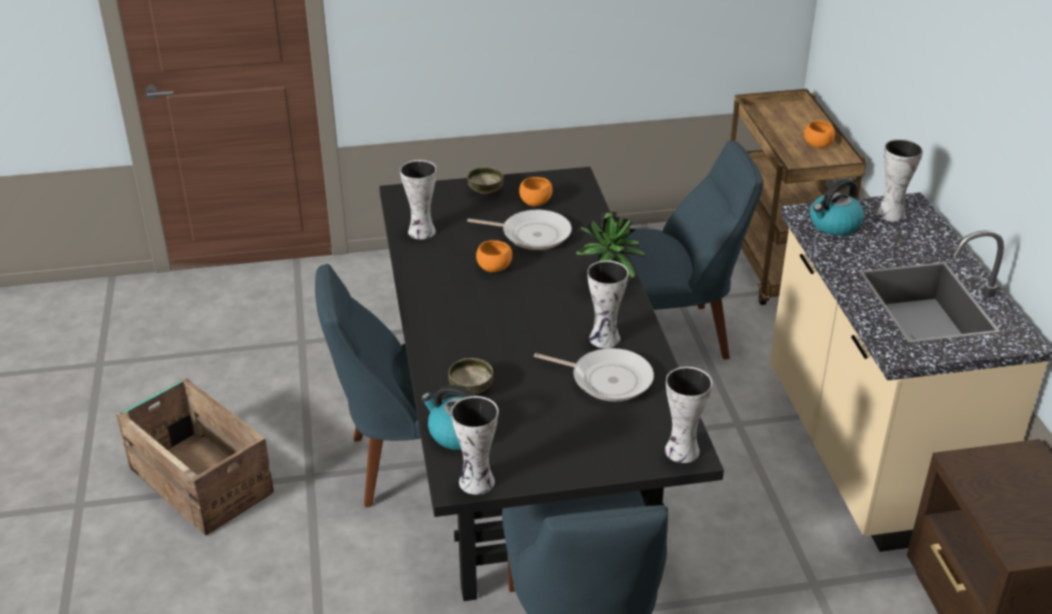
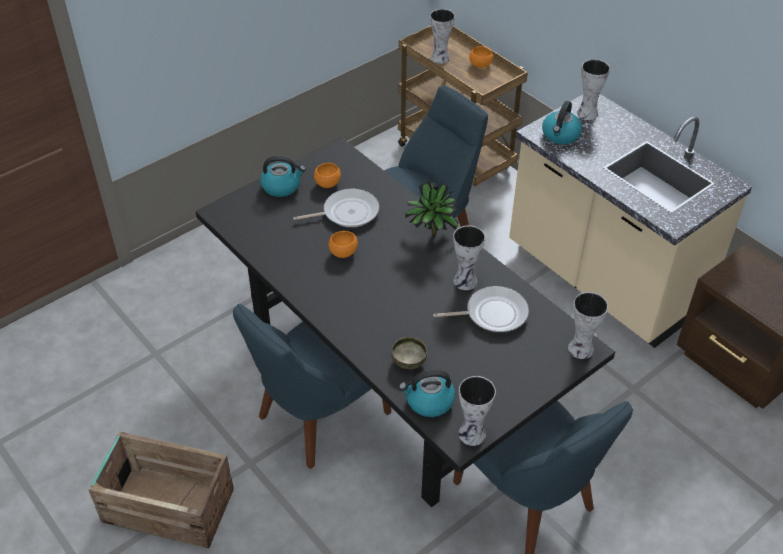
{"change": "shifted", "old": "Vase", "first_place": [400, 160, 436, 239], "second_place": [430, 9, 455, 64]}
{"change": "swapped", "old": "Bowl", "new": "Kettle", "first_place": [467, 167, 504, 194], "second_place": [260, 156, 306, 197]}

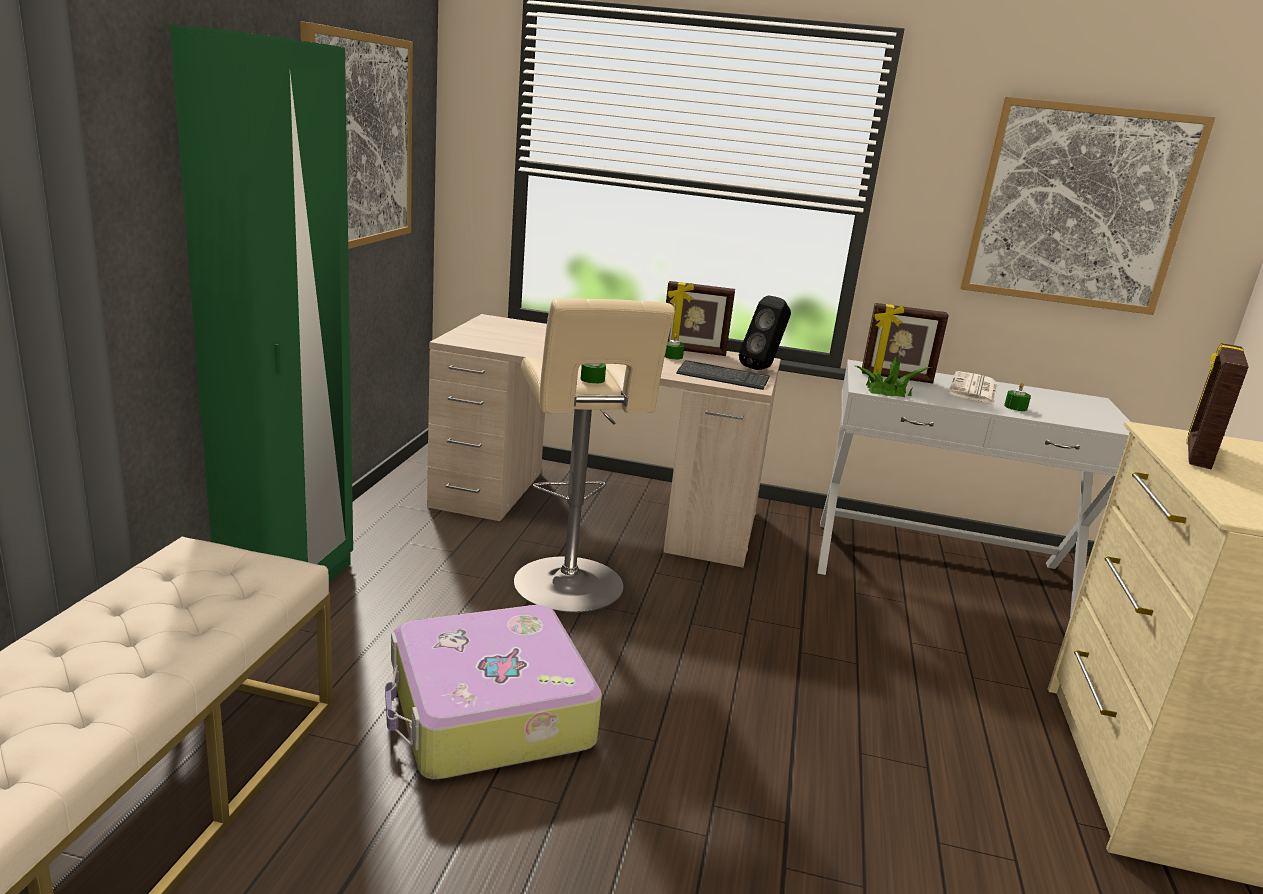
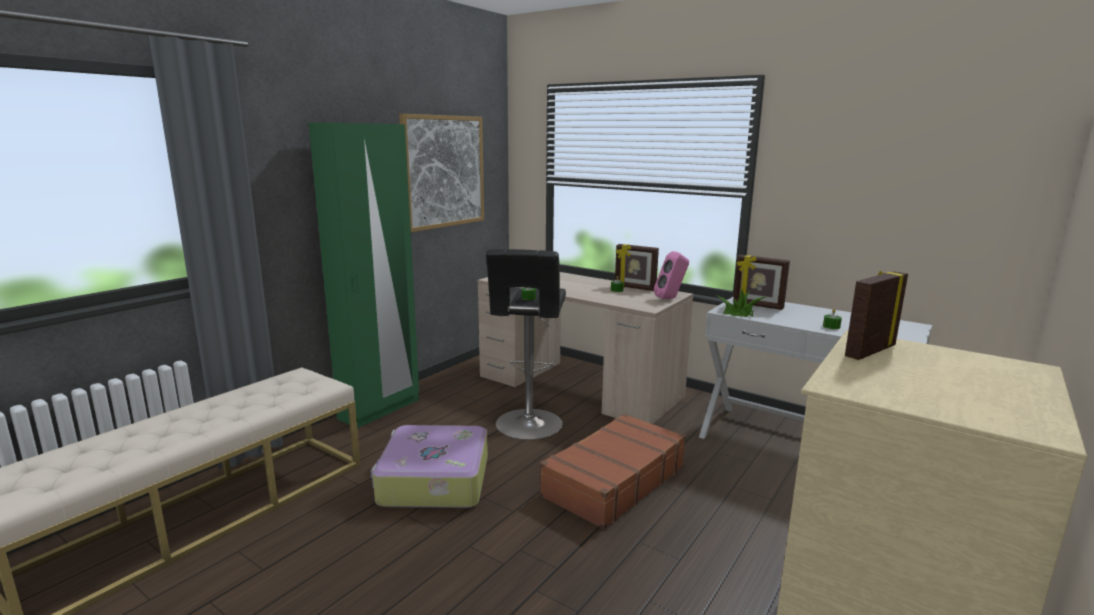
{"change": "repainted", "old": "BeigeStool", "new": "BlackStool", "first_place": [514, 298, 675, 613], "second_place": [486, 249, 566, 440]}
{"change": "gone", "old": "Keyboard", "first_place": [676, 360, 770, 390]}
{"change": "repainted", "old": "BlackSpeaker", "new": "PinkSpeaker", "first_place": [739, 295, 791, 370], "second_place": [654, 251, 689, 299]}
{"change": "gone", "old": "Newspaper", "first_place": [948, 371, 998, 404]}
{"change": "gone", "old": "Picture", "first_place": [960, 97, 1215, 315]}
{"change": "new", "new": "BrownSuitcase", "second_place": [540, 413, 686, 529]}

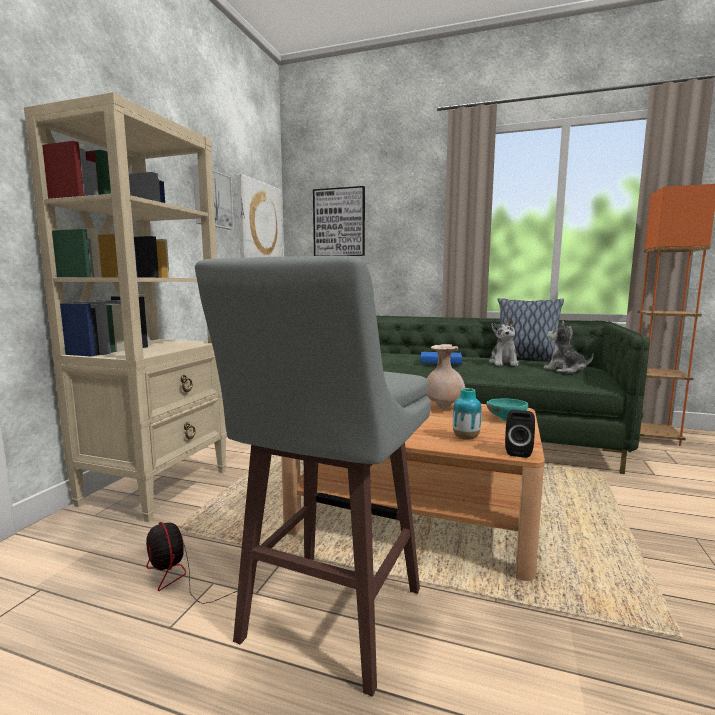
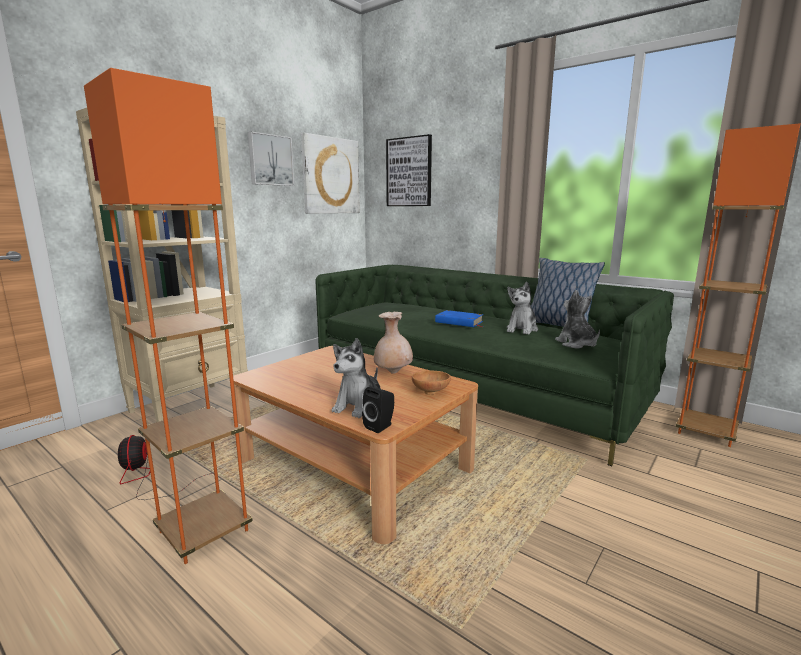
{"change": "swapped", "old": "GreyStool", "new": "OrangeFloorLamp", "first_place": [195, 256, 431, 697], "second_place": [84, 68, 253, 564]}
{"change": "swapped", "old": "Vase", "new": "PlushToy", "first_place": [453, 388, 482, 440], "second_place": [332, 338, 381, 418]}
{"change": "repainted", "old": "TurquoiseBowl", "new": "BrownBowl", "first_place": [486, 398, 528, 421], "second_place": [412, 370, 451, 394]}

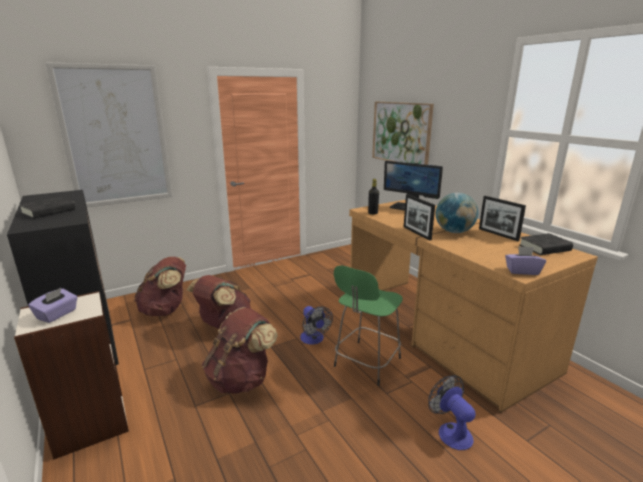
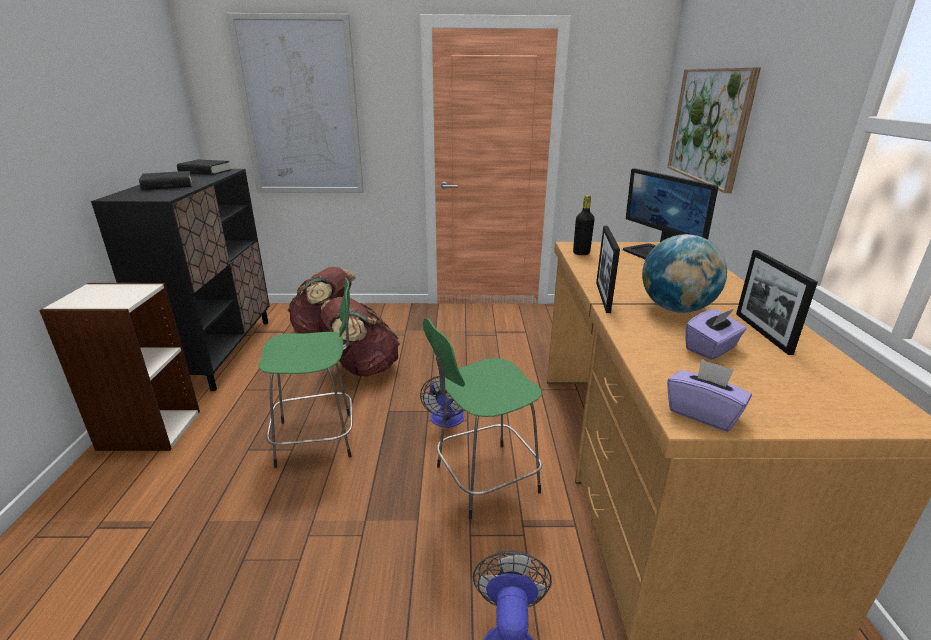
{"change": "shifted", "old": "PurpleTissueBox", "first_place": [28, 288, 78, 323], "second_place": [685, 309, 747, 360]}
{"change": "swapped", "old": "BrownBackpack", "new": "GreenStool", "first_place": [202, 307, 278, 394], "second_place": [259, 277, 353, 468]}
{"change": "shifted", "old": "BlackBook", "first_place": [519, 233, 573, 255], "second_place": [177, 160, 231, 175]}

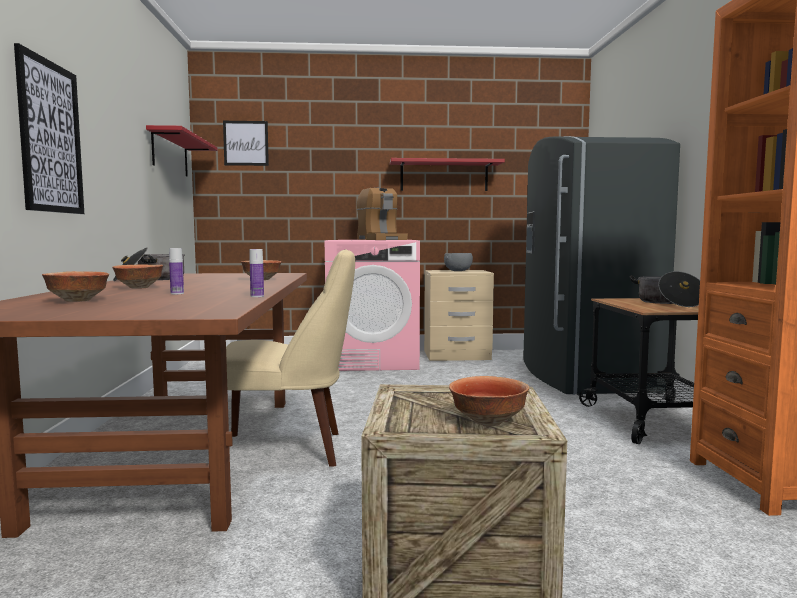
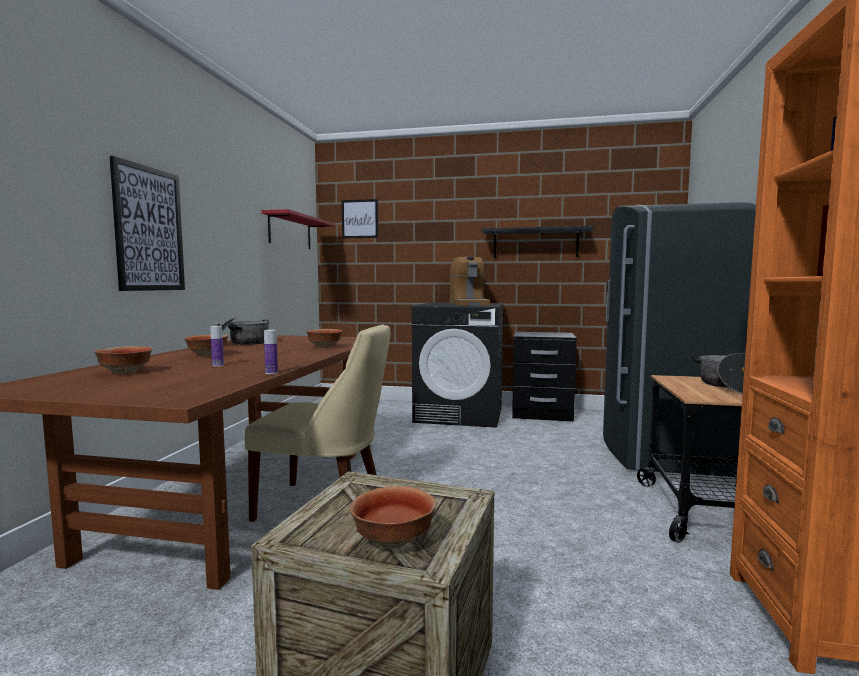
{"change": "repainted", "old": "PinkWashingMachine", "new": "BlackWashingMachine", "first_place": [325, 240, 420, 371], "second_place": [412, 303, 503, 428]}
{"change": "repainted", "old": "RedShelf", "new": "BlackShelf", "first_place": [390, 158, 505, 191], "second_place": [482, 226, 593, 258]}
{"change": "repainted", "old": "BeigeNightstand", "new": "BlackNightstand", "first_place": [424, 270, 494, 361], "second_place": [512, 332, 577, 422]}
{"change": "gone", "old": "GreyBowl", "first_place": [444, 253, 473, 271]}

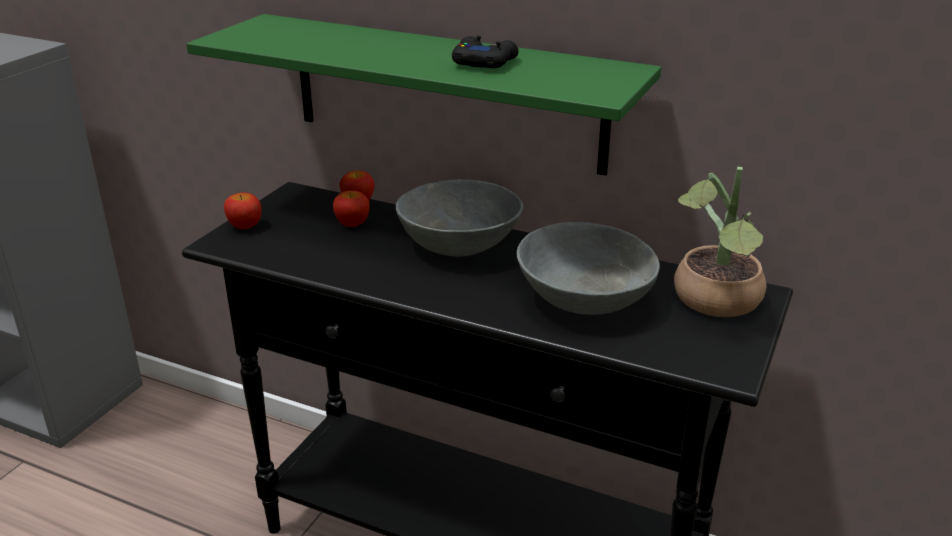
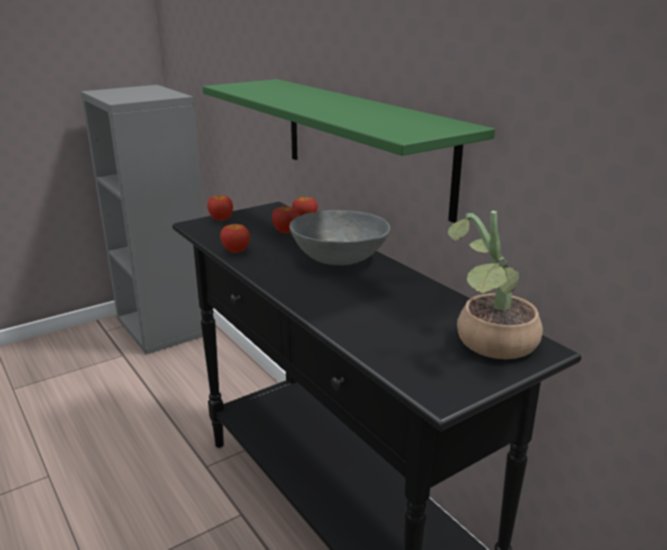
{"change": "gone", "old": "BlackGameController", "first_place": [452, 36, 518, 68]}
{"change": "gone", "old": "GreyBowl", "first_place": [517, 222, 660, 315]}
{"change": "new", "new": "Apple", "second_place": [220, 224, 250, 253]}

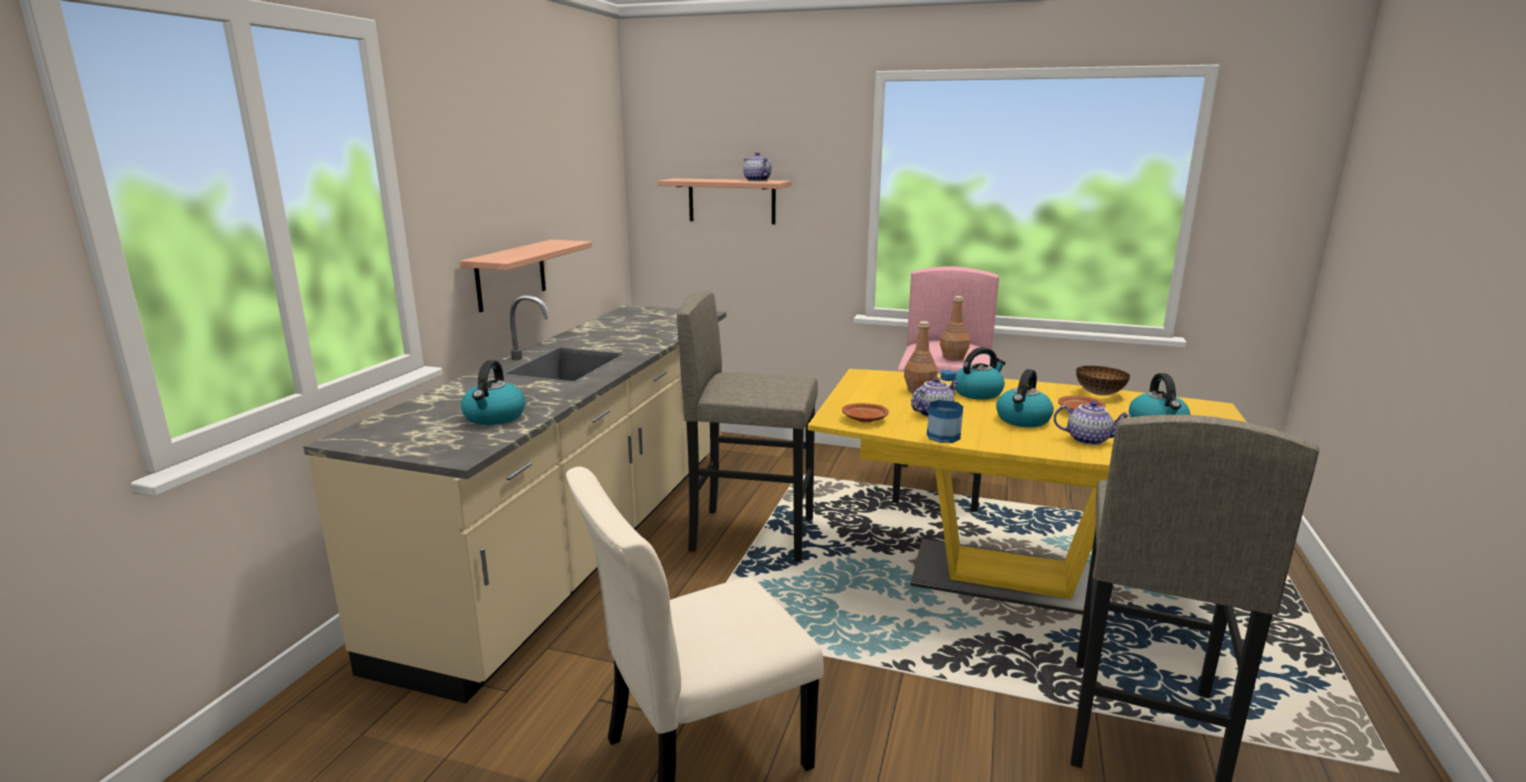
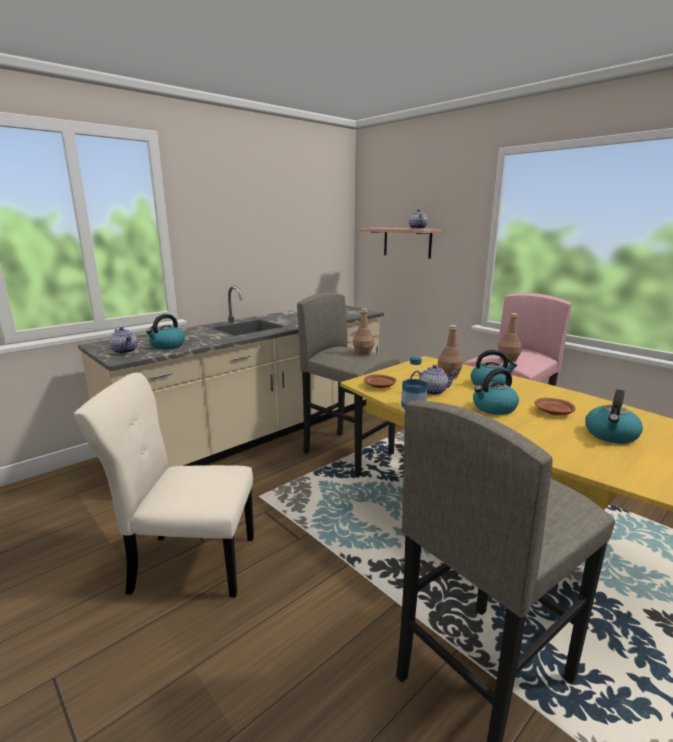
{"change": "gone", "old": "Shelf", "first_place": [460, 240, 592, 312]}
{"change": "shifted", "old": "Teapot", "first_place": [1053, 401, 1131, 445], "second_place": [109, 327, 138, 354]}
{"change": "gone", "old": "Bowl", "first_place": [1076, 366, 1130, 396]}
{"change": "new", "new": "BrownBottle", "second_place": [353, 309, 374, 356]}

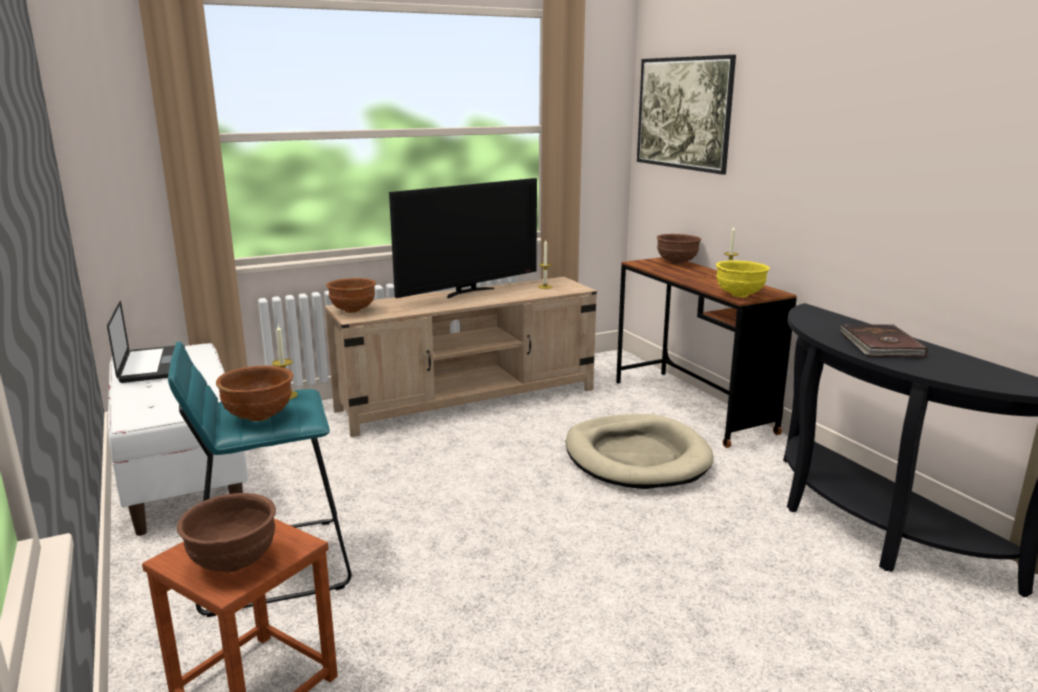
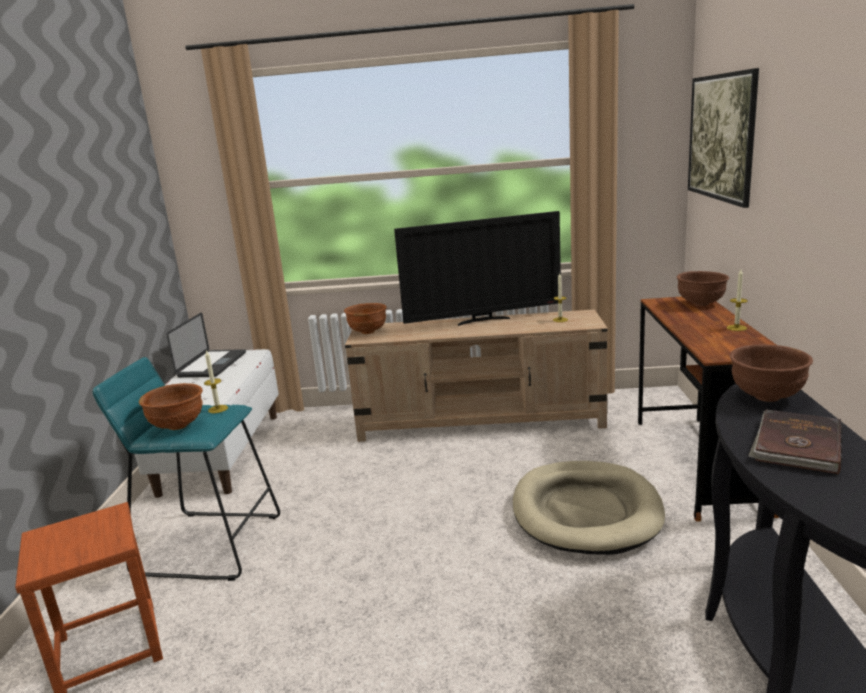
{"change": "shifted", "old": "BrownBowl", "first_place": [177, 493, 276, 572], "second_place": [730, 344, 813, 402]}
{"change": "gone", "old": "YellowBowl", "first_place": [716, 260, 770, 297]}

